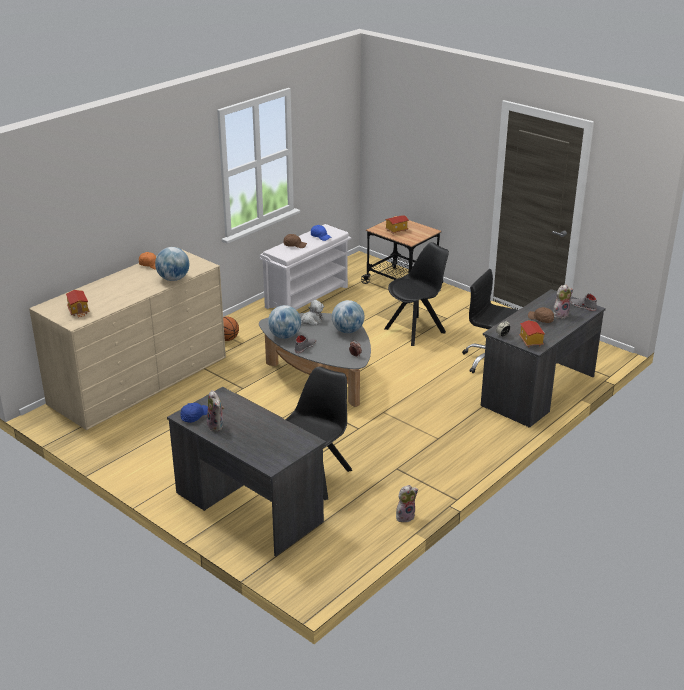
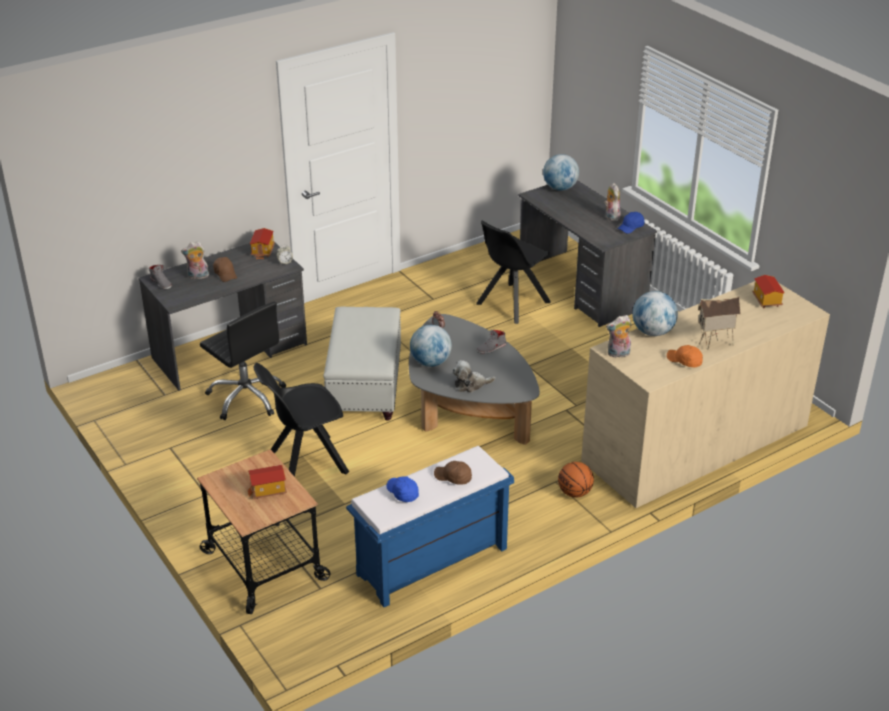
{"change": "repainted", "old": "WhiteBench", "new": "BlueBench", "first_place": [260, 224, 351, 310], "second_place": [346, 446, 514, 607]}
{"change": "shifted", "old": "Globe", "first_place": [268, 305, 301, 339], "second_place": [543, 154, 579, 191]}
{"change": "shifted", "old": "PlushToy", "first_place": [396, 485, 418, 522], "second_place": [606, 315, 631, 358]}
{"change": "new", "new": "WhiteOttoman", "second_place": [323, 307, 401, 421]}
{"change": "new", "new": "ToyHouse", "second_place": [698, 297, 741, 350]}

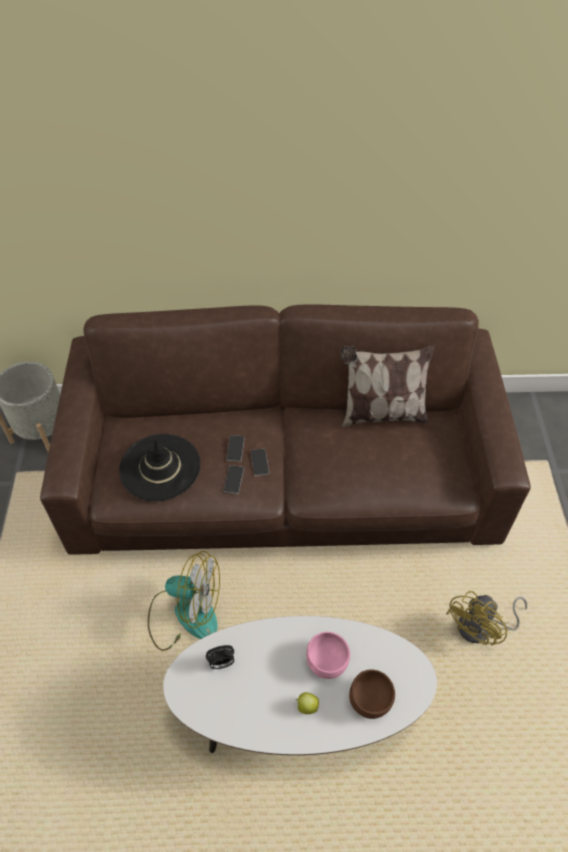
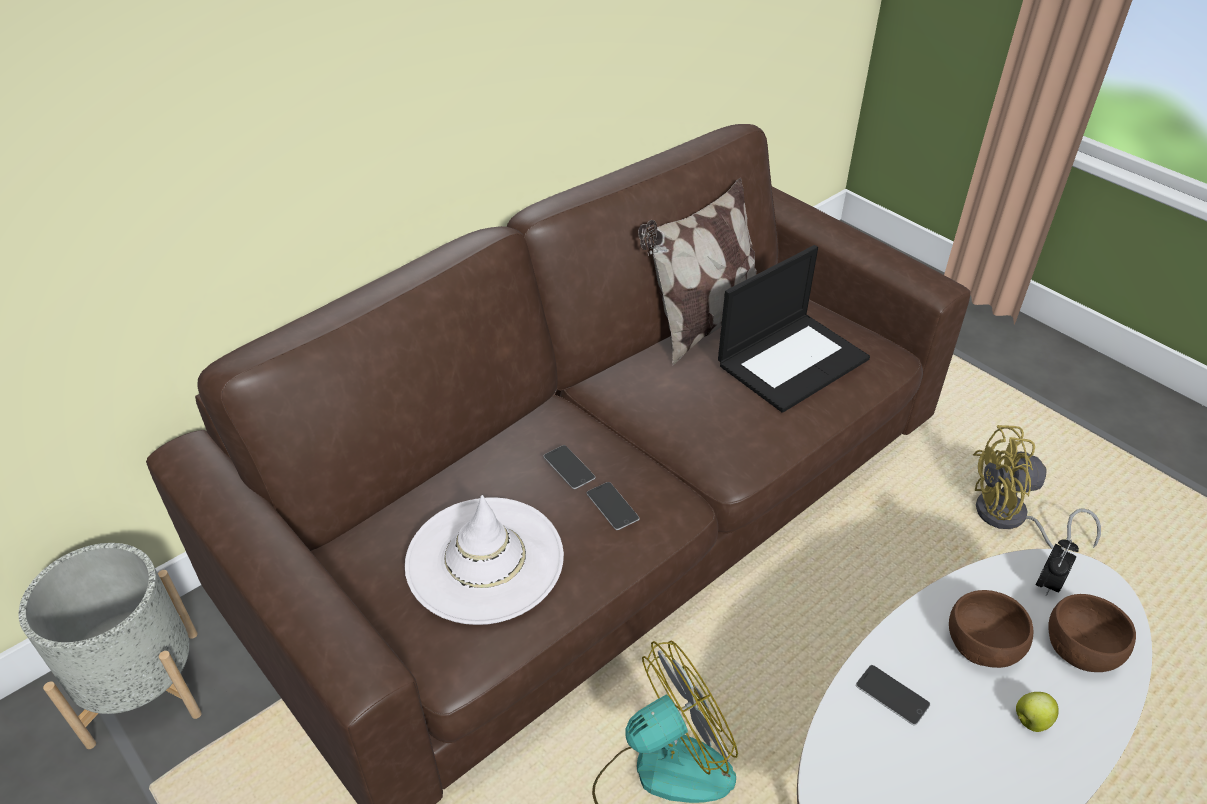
{"change": "repainted", "old": "BlackHat", "new": "WhiteHat", "first_place": [119, 434, 201, 501], "second_place": [405, 495, 564, 625]}
{"change": "shifted", "old": "AlarmClock", "first_place": [206, 645, 234, 669], "second_place": [1036, 539, 1079, 596]}
{"change": "shifted", "old": "Phone", "first_place": [251, 449, 269, 476], "second_place": [856, 665, 930, 726]}
{"change": "repainted", "old": "PinkBowl", "new": "BrownBowl", "first_place": [306, 632, 350, 679], "second_place": [949, 590, 1033, 668]}
{"change": "rotated", "old": "YellowFan", "first_place": [446, 591, 527, 645], "second_place": [973, 425, 1101, 550], "degrees": 90}
{"change": "new", "new": "Laptop", "second_place": [718, 245, 870, 413]}

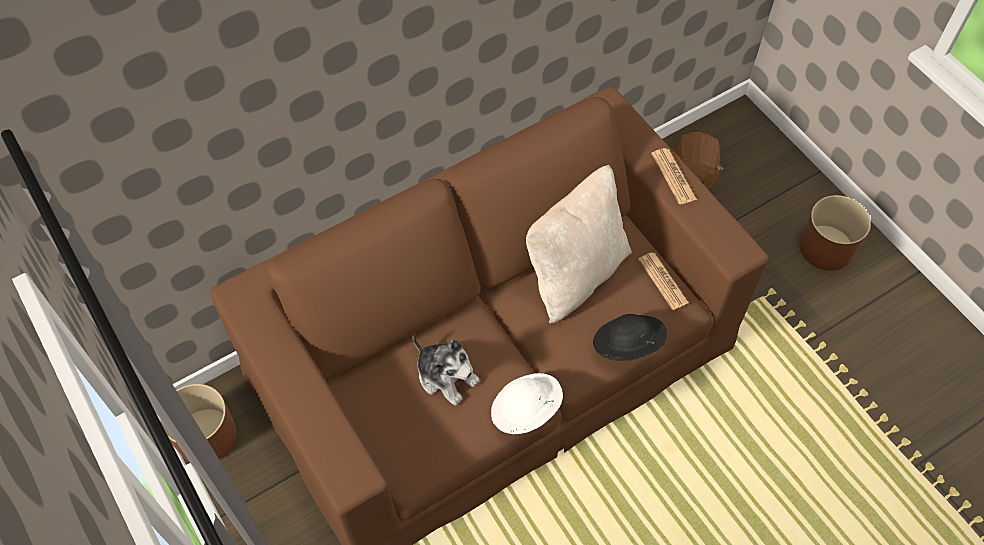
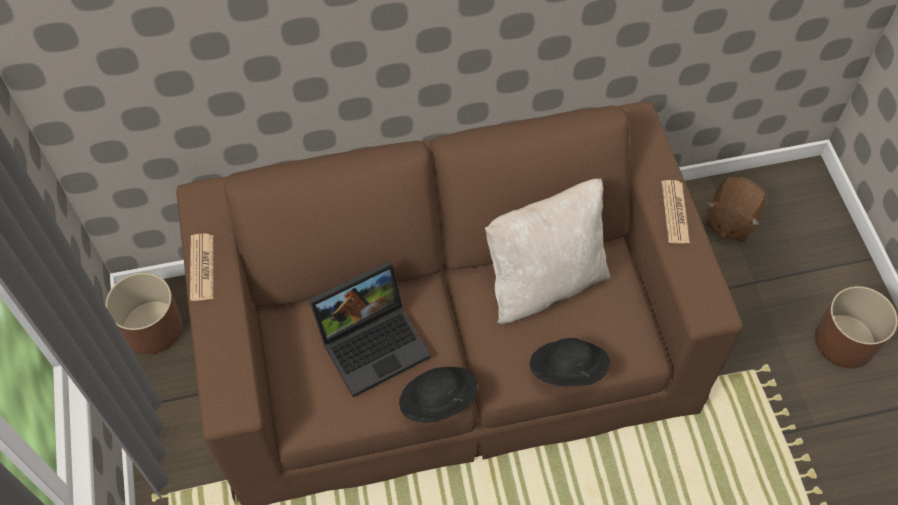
{"change": "swapped", "old": "PlushToy", "new": "Laptop", "first_place": [412, 337, 480, 406], "second_place": [309, 261, 431, 397]}
{"change": "repainted", "old": "WhiteHat", "new": "BlackHat", "first_place": [491, 373, 563, 434], "second_place": [399, 367, 477, 423]}
{"change": "shifted", "old": "Newspaper", "first_place": [638, 253, 689, 310], "second_place": [190, 234, 213, 301]}

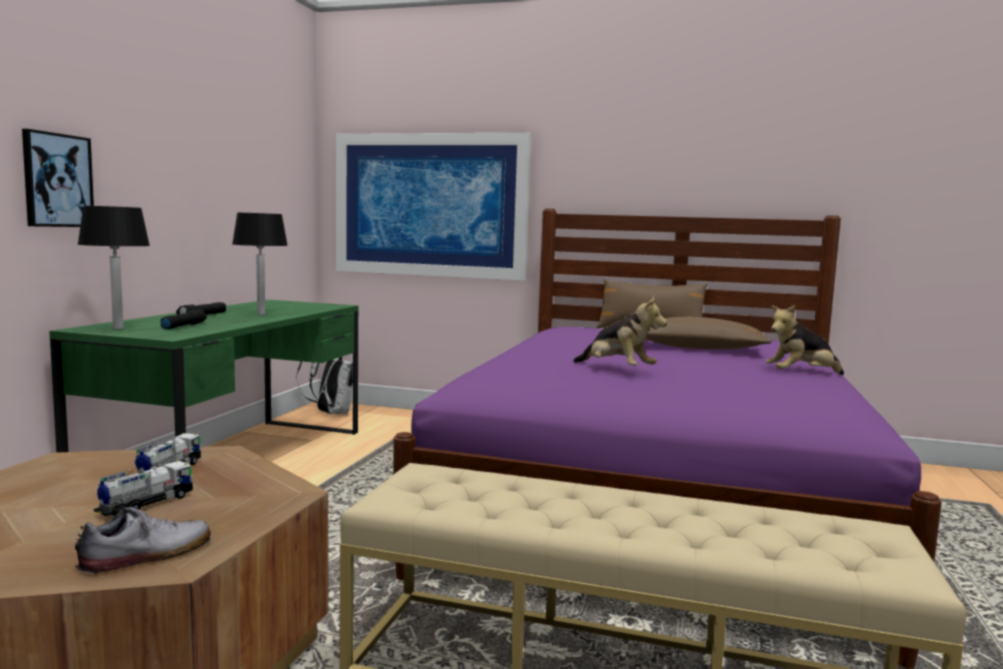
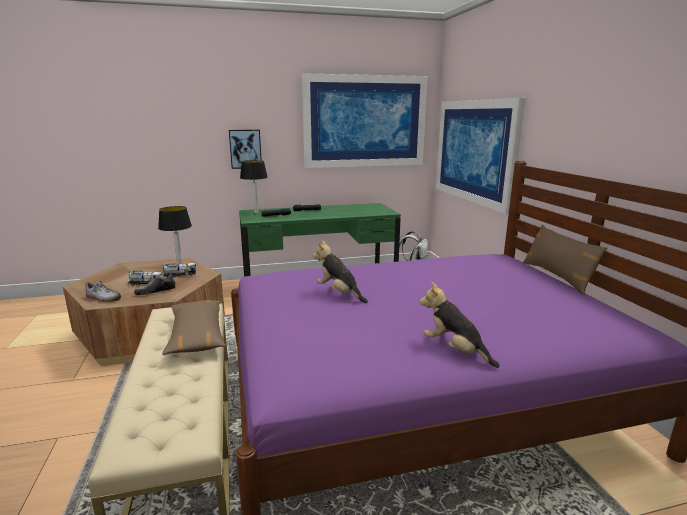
{"change": "shifted", "old": "TableLamp", "first_place": [232, 213, 288, 315], "second_place": [158, 206, 192, 266]}
{"change": "rotated", "old": "PlushToy", "first_place": [573, 295, 667, 366], "second_place": [312, 240, 368, 303], "degrees": 120}
{"change": "shifted", "old": "BrownPillow", "first_place": [646, 317, 771, 349], "second_place": [162, 300, 226, 355]}
{"change": "new", "new": "Shoe", "second_place": [134, 275, 176, 295]}
{"change": "new", "new": "Picture", "second_place": [302, 73, 428, 168]}

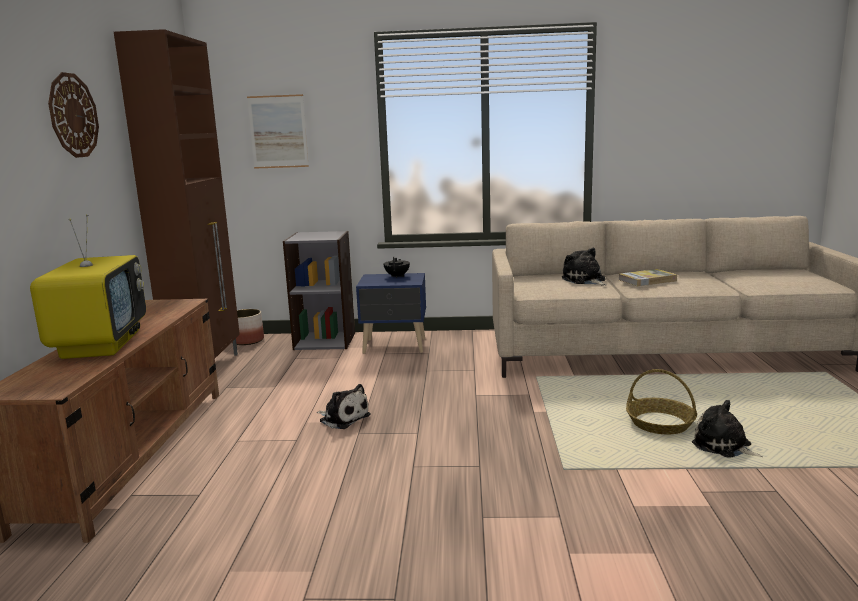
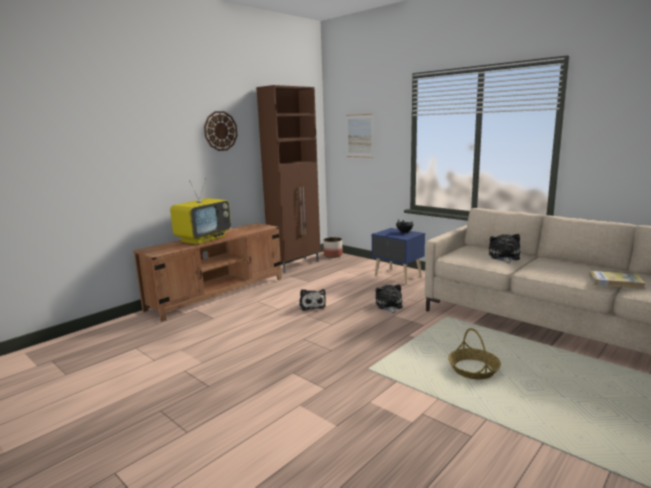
{"change": "gone", "old": "GreyBookcase", "first_place": [283, 231, 355, 350]}
{"change": "shifted", "old": "Book", "first_place": [619, 269, 677, 286], "second_place": [589, 271, 645, 289]}
{"change": "shifted", "old": "PlushToy", "first_place": [692, 400, 763, 458], "second_place": [376, 284, 403, 314]}

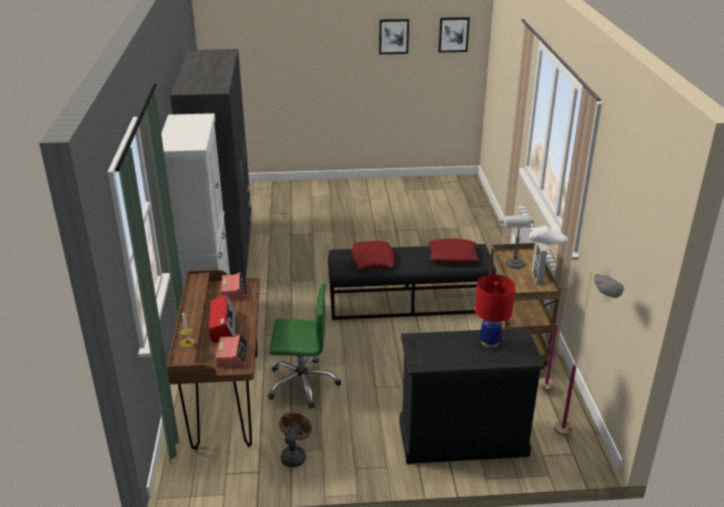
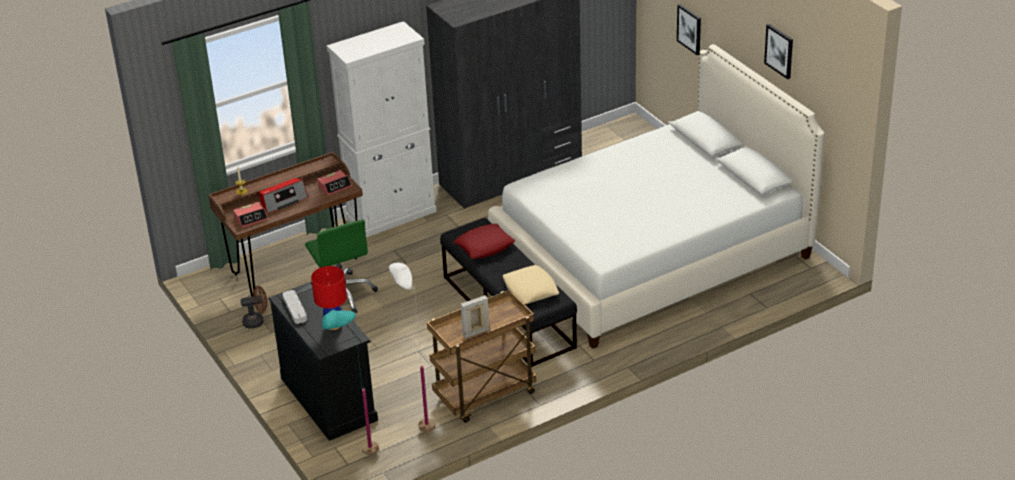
{"change": "repainted", "old": "RedPillow", "new": "BeigePillow", "first_place": [428, 238, 479, 264], "second_place": [503, 265, 559, 304]}
{"change": "shifted", "old": "Picture", "first_place": [438, 17, 470, 53], "second_place": [677, 4, 701, 55]}
{"change": "gone", "old": "GreyTableLamp", "first_place": [500, 216, 535, 269]}
{"change": "repainted", "old": "GreyFloorLamp", "new": "TurquoiseFloorLamp", "first_place": [554, 274, 624, 436], "second_place": [322, 310, 379, 455]}
{"change": "new", "new": "GreyTray", "second_place": [282, 290, 307, 324]}
{"change": "new", "new": "WhiteBed", "second_place": [488, 44, 824, 349]}

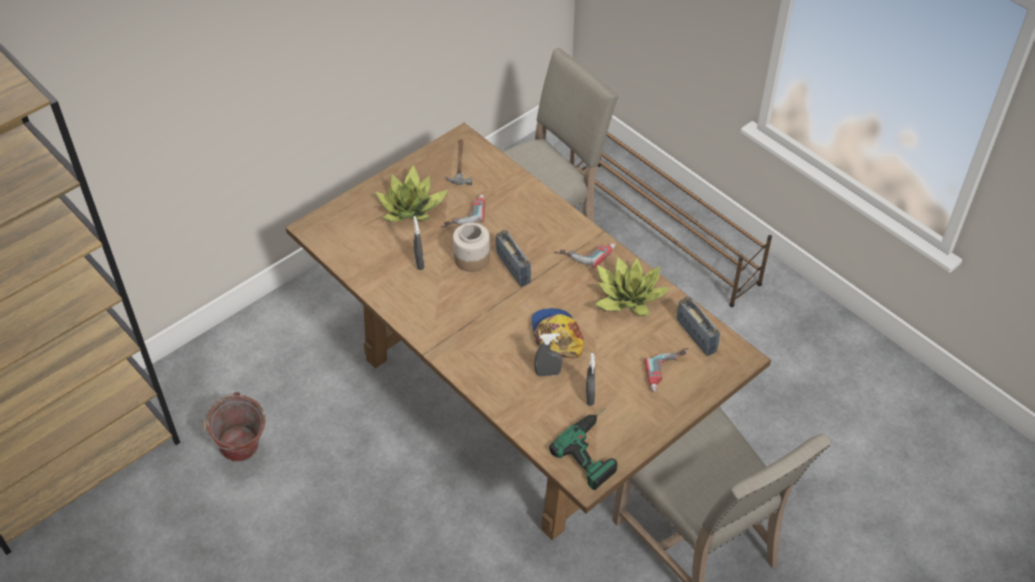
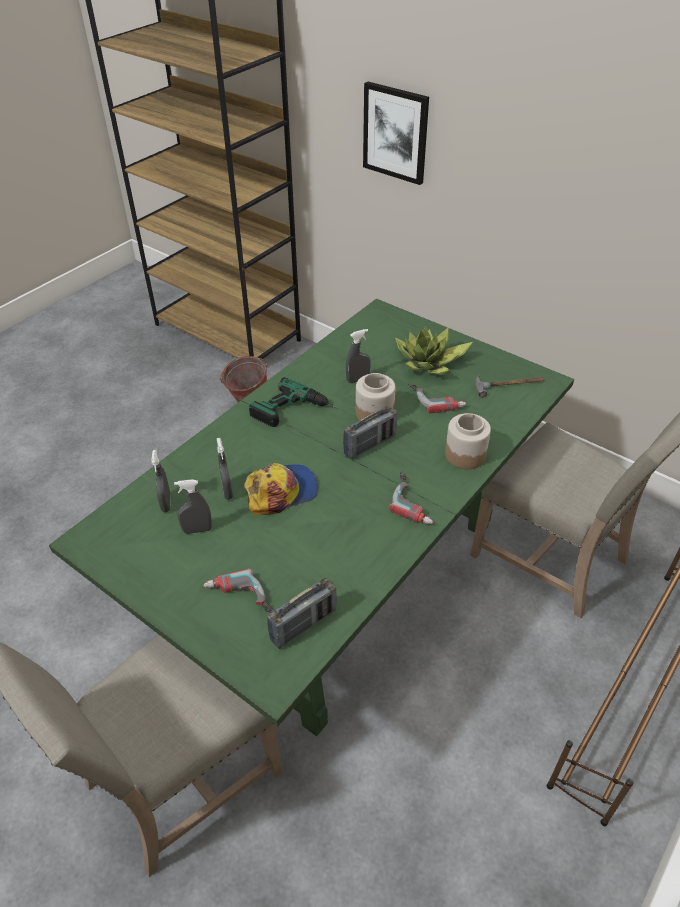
{"change": "repainted", "old": "BrownDiningTable", "new": "GreenDiningTable", "first_place": [286, 123, 771, 540], "second_place": [49, 299, 574, 736]}
{"change": "shifted", "old": "PowerDrill", "first_place": [549, 408, 618, 490], "second_place": [249, 377, 339, 427]}
{"change": "gone", "old": "PottedPlant", "first_place": [595, 257, 670, 316]}
{"change": "new", "new": "GreySprayBottle", "second_place": [151, 450, 171, 512]}
{"change": "new", "new": "Picture", "second_place": [363, 82, 429, 185]}
{"change": "new", "new": "Jar", "second_place": [445, 413, 491, 469]}

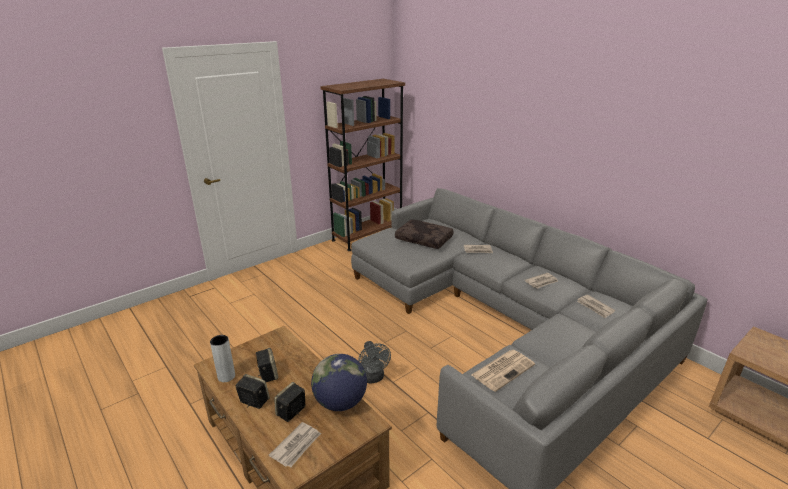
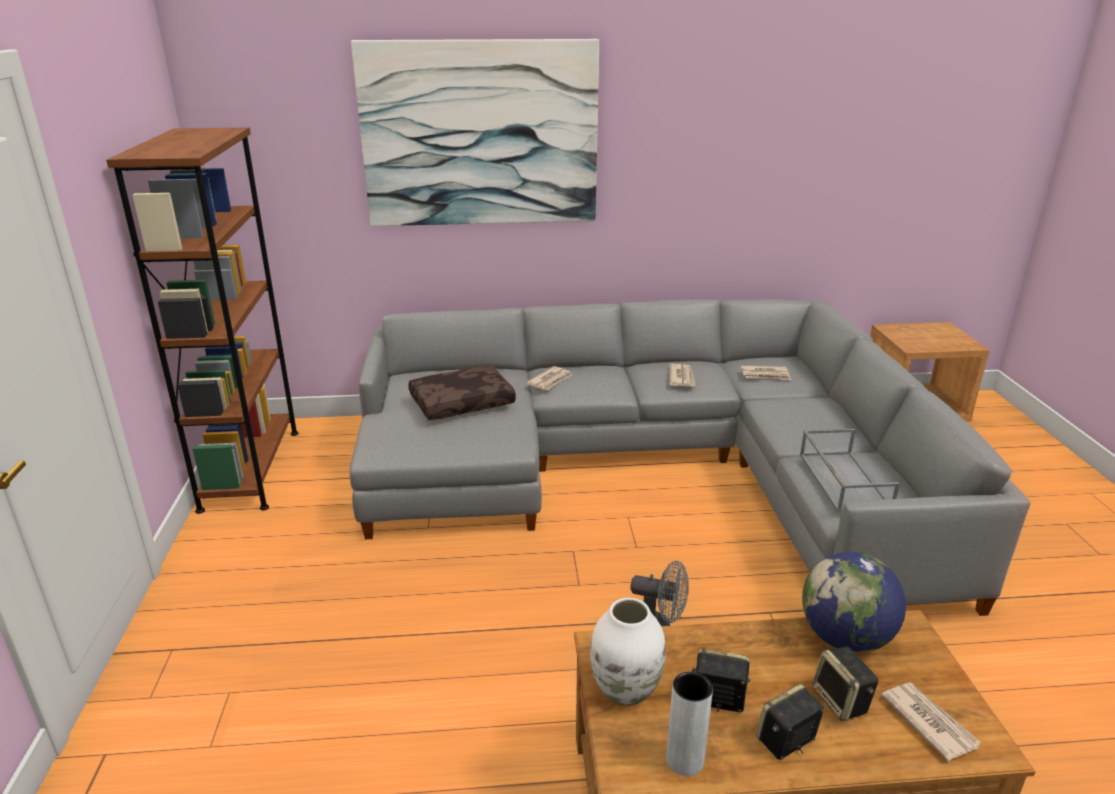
{"change": "swapped", "old": "Newspaper", "new": "GreyTray", "first_place": [471, 350, 535, 392], "second_place": [800, 429, 900, 513]}
{"change": "new", "new": "Picture", "second_place": [351, 39, 599, 226]}
{"change": "new", "new": "WhiteVase", "second_place": [590, 598, 666, 706]}

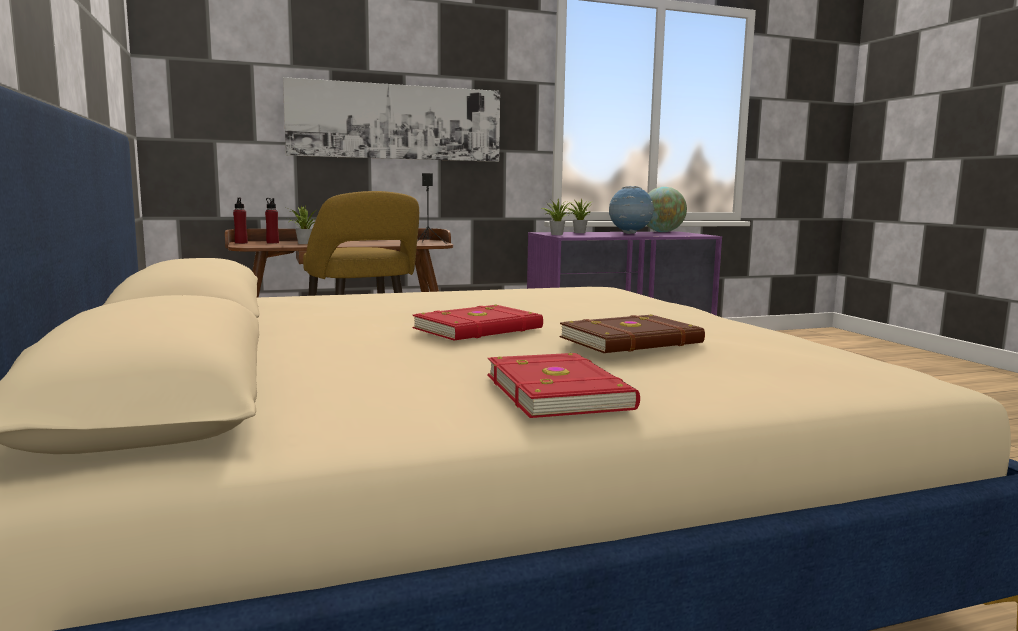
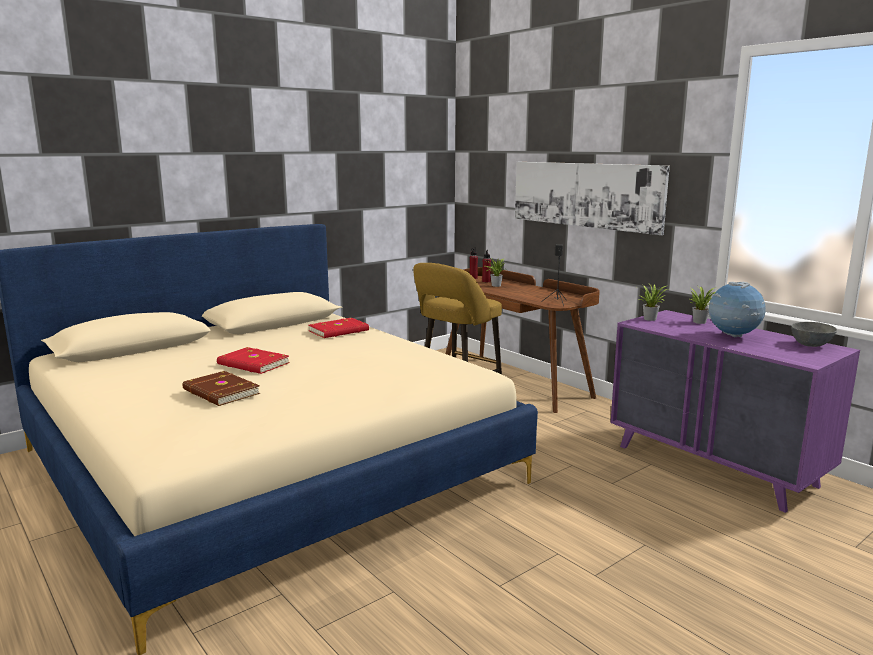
{"change": "shifted", "old": "RedBook", "first_place": [488, 353, 640, 418], "second_place": [308, 318, 369, 338]}
{"change": "swapped", "old": "Globe", "new": "GreyBowl", "first_place": [647, 187, 687, 232], "second_place": [791, 322, 837, 347]}

